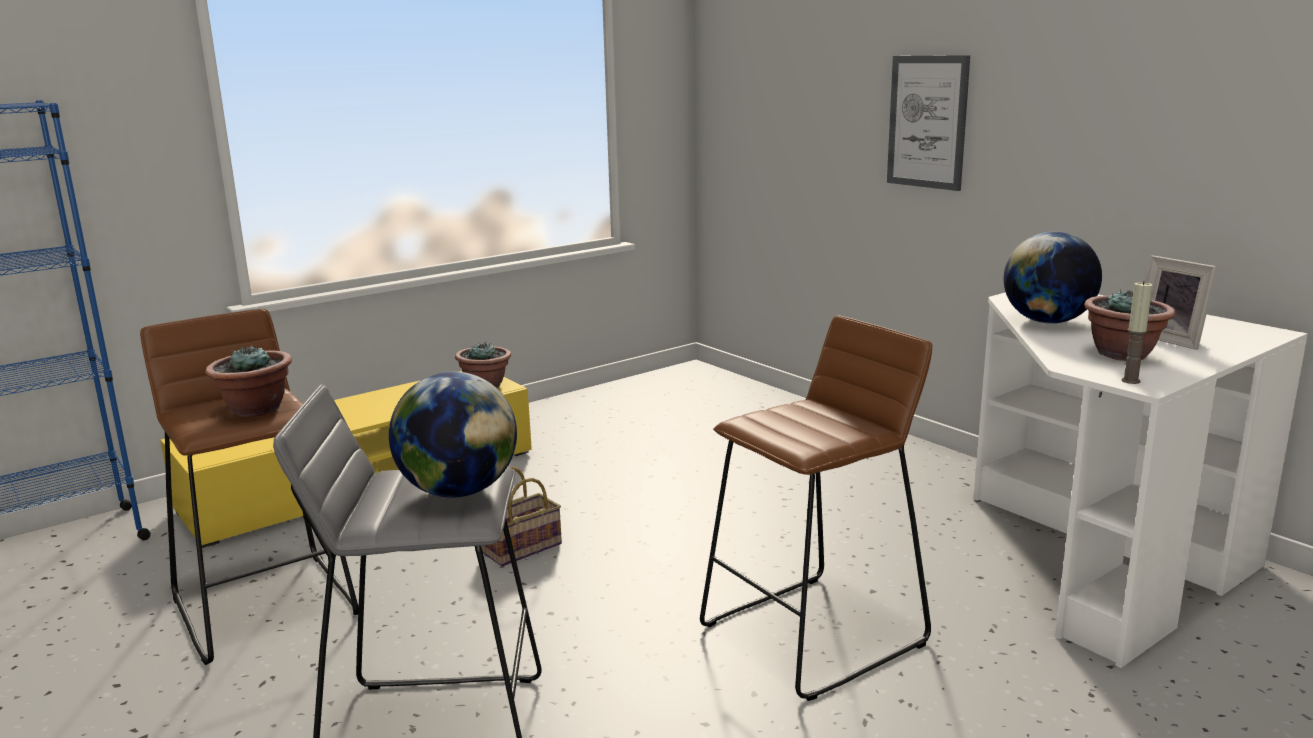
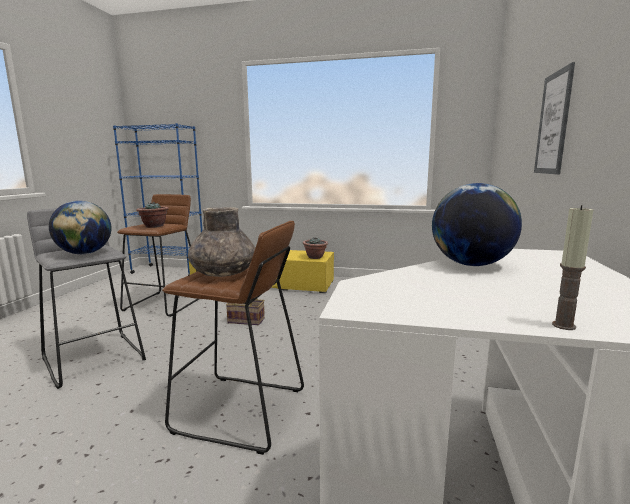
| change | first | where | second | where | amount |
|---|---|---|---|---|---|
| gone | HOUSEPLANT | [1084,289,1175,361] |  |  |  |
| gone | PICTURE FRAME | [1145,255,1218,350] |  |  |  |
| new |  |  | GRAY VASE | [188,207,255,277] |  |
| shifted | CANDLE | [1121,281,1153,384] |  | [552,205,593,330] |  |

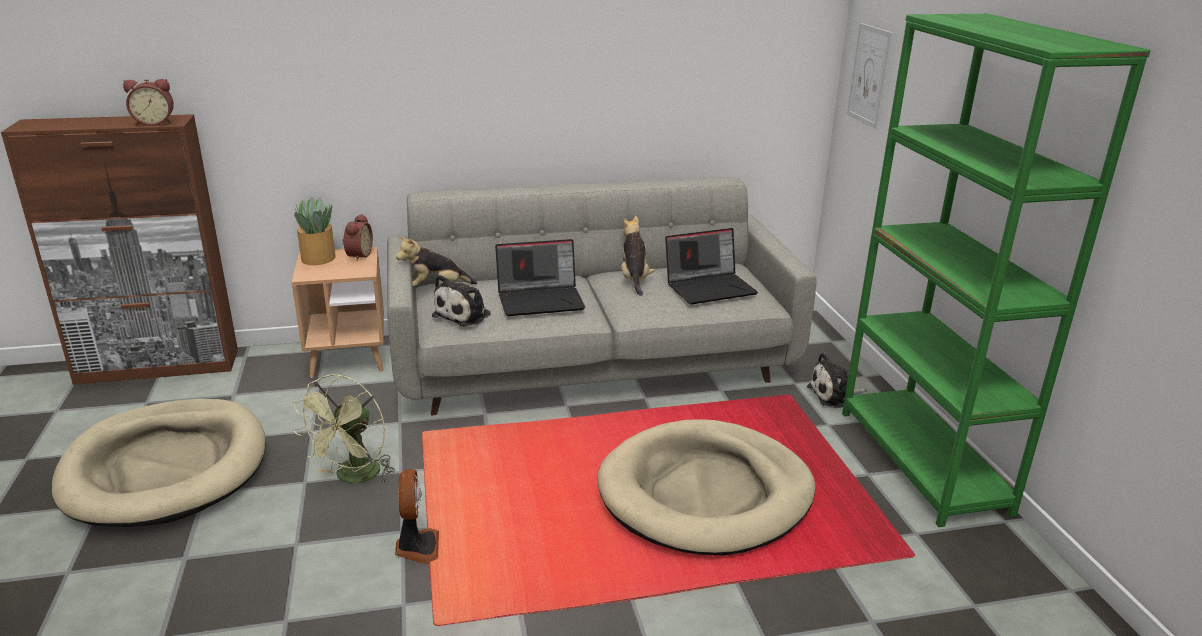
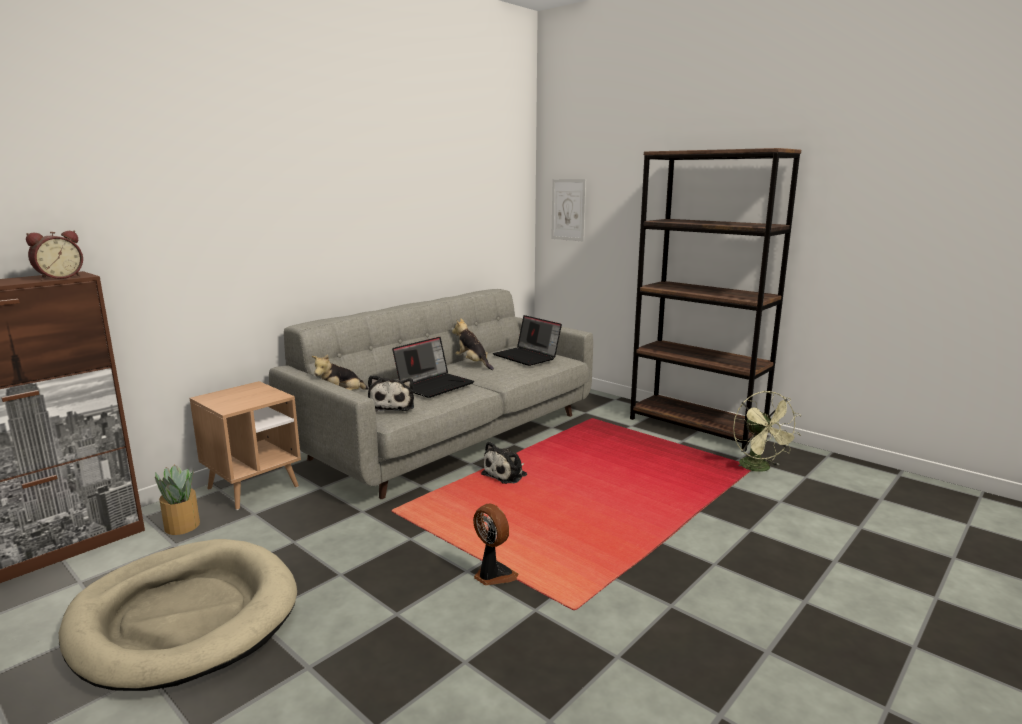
| change | first | where | second | where | amount |
|---|---|---|---|---|---|
| gone | ALARM CLOCK | [342,214,373,261] |  |  |  |
| gone | SAND-COLOURED DOG BED | [597,419,815,556] |  |  |  |
| shifted | HOUSEPLANT | [294,197,335,265] |  | [155,465,200,535] |  |
| shifted | GREEN-COLOURED FAN | [294,374,395,484] |  | [733,391,802,472] |  |
| shifted | CUDDLY TOY | [807,353,867,408] |  | [481,441,527,484] |  |
| repainted | GREEN-COLOURED SHELVING UNIT | [842,14,1151,527] | BROWNISH SHELVING UNIT | [630,148,801,452] |  |
| rotated | PORTABLE COMPUTER | [665,228,758,304] |  | [493,315,562,366] | 105 degrees clockwise |

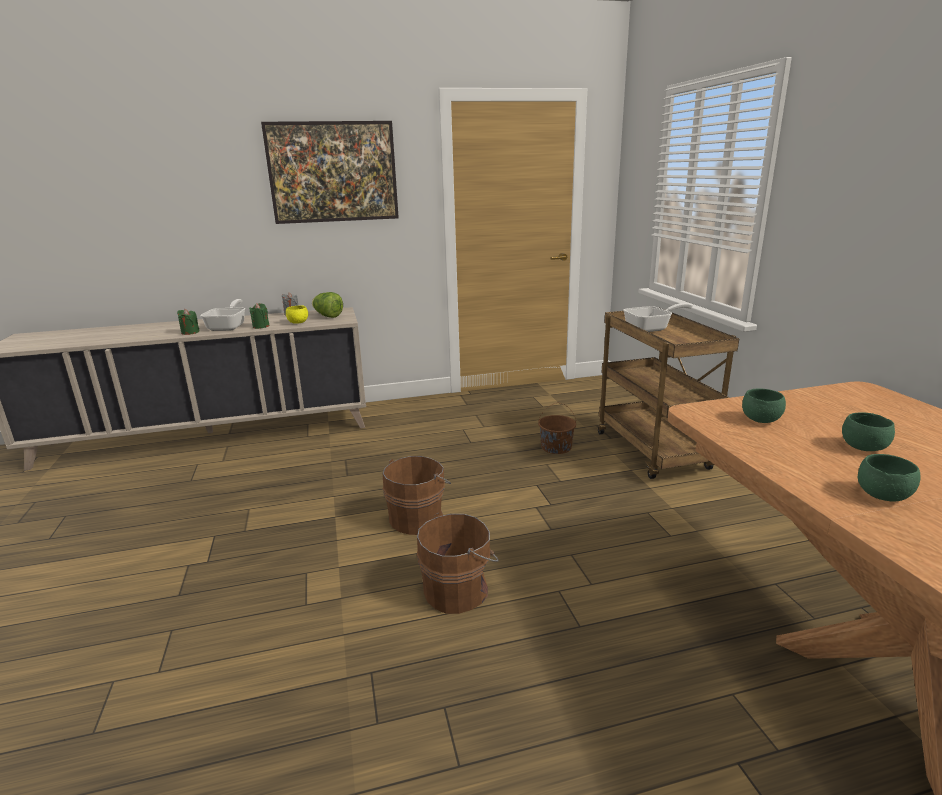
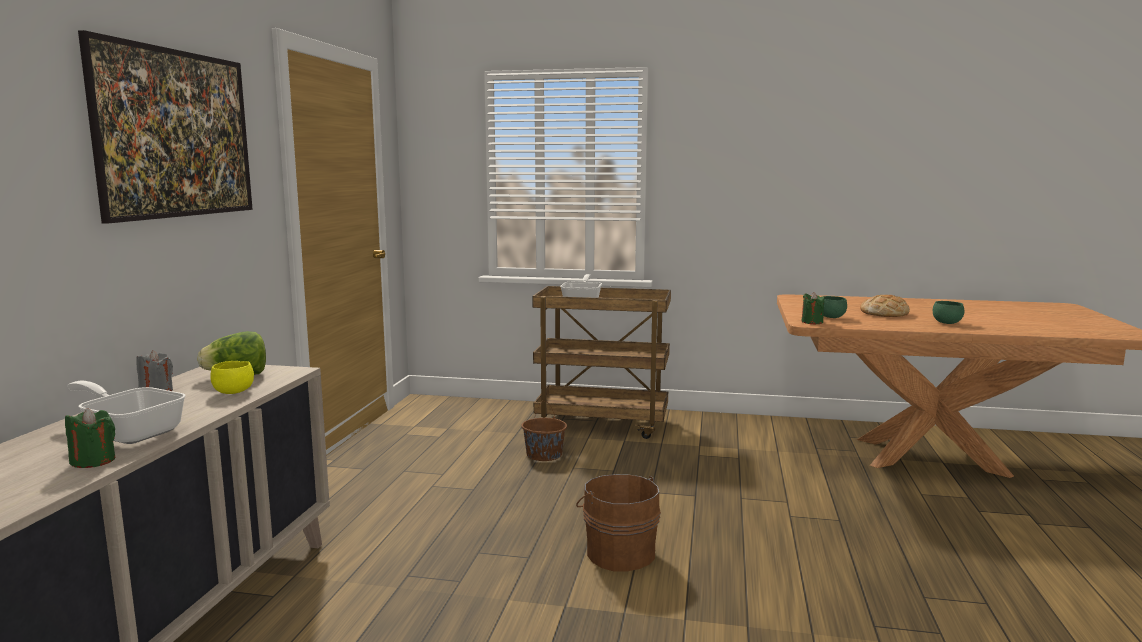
| change | first | where | second | where | amount |
|---|---|---|---|---|---|
| gone | BROWNISH PAIL | [417,513,499,614] |  |  |  |
| shifted | GREEN-COLOURED CANDLE | [249,303,270,329] |  | [801,292,824,324] |  |
| swapped | GREEN-COLOURED DEEP DISH | [842,412,895,451] | BREAD | [860,295,910,317] |  |

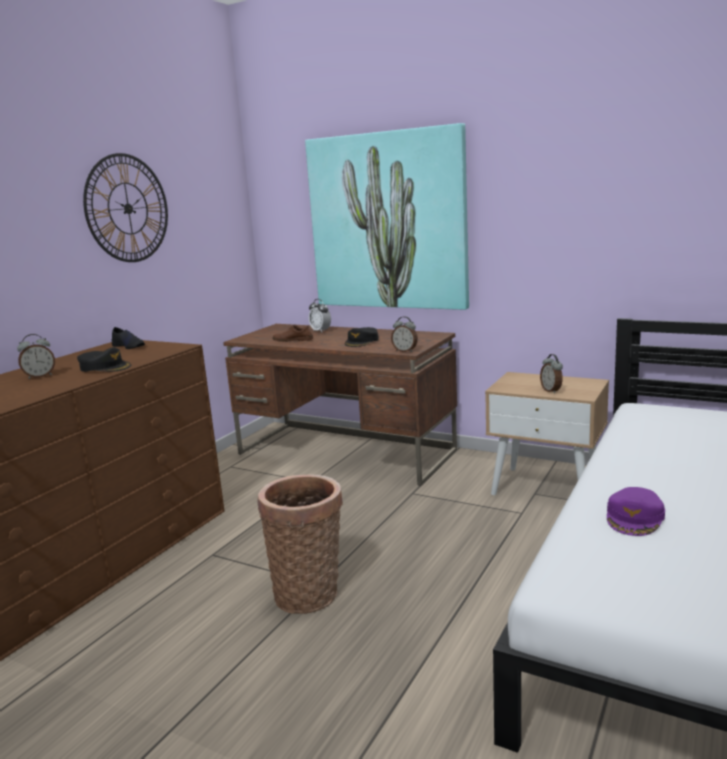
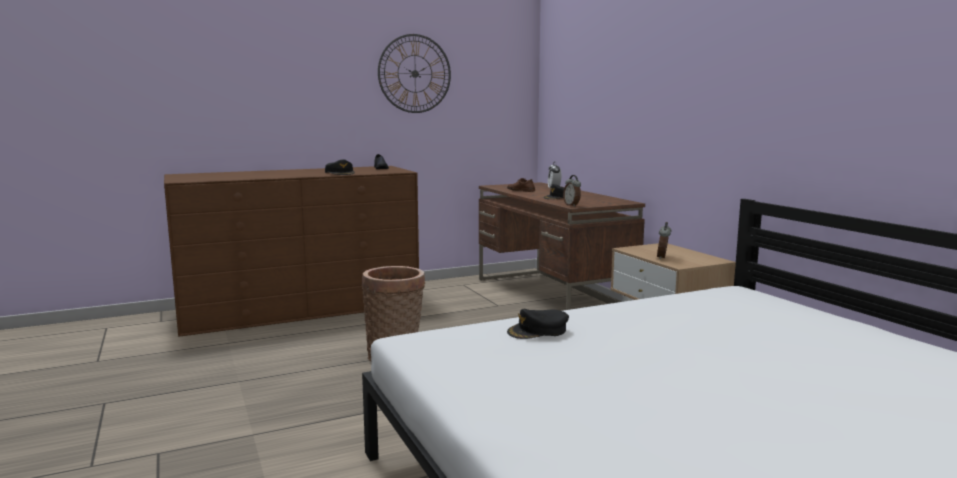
| change | first | where | second | where | amount |
|---|---|---|---|---|---|
| gone | ALARM CLOCK | [17,334,55,379] |  |  |  |
| gone | WALL ART | [305,123,469,310] |  |  |  |
| repainted | PURPLE-COLOURED BASEBALL CAP | [607,487,665,536] | BLACK-COLOURED BASEBALL CAP | [507,309,569,339] |  |

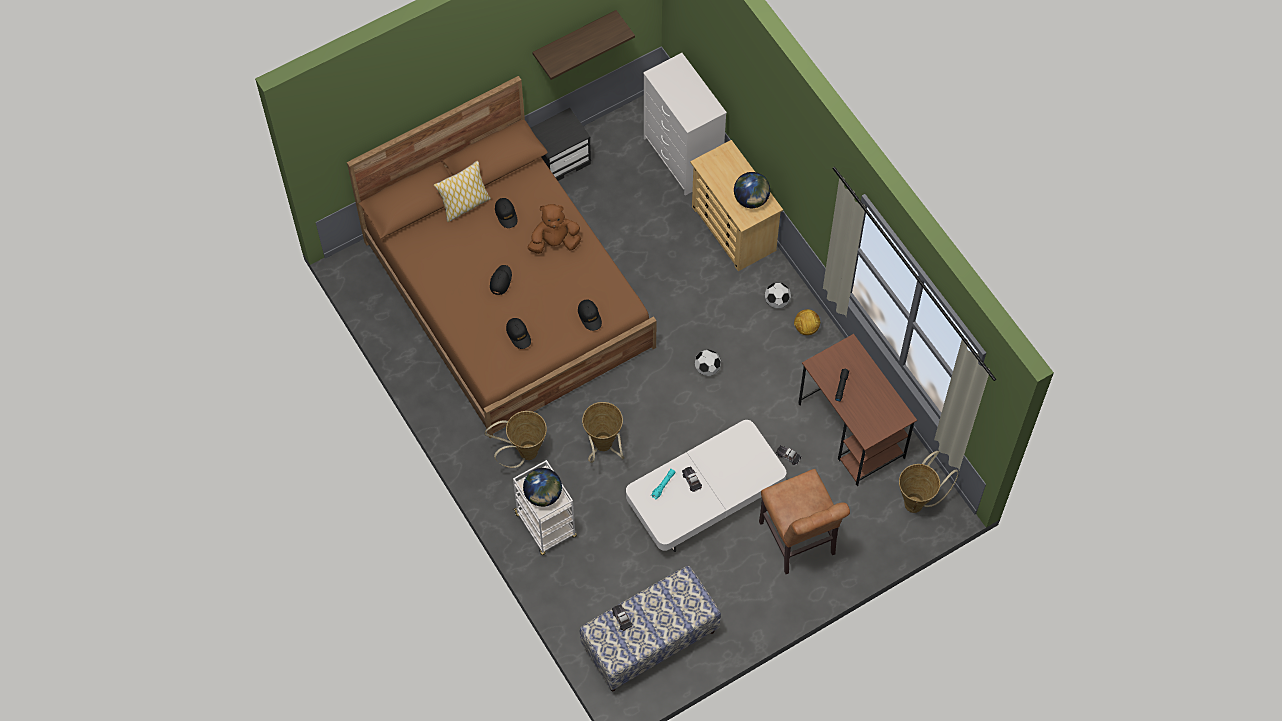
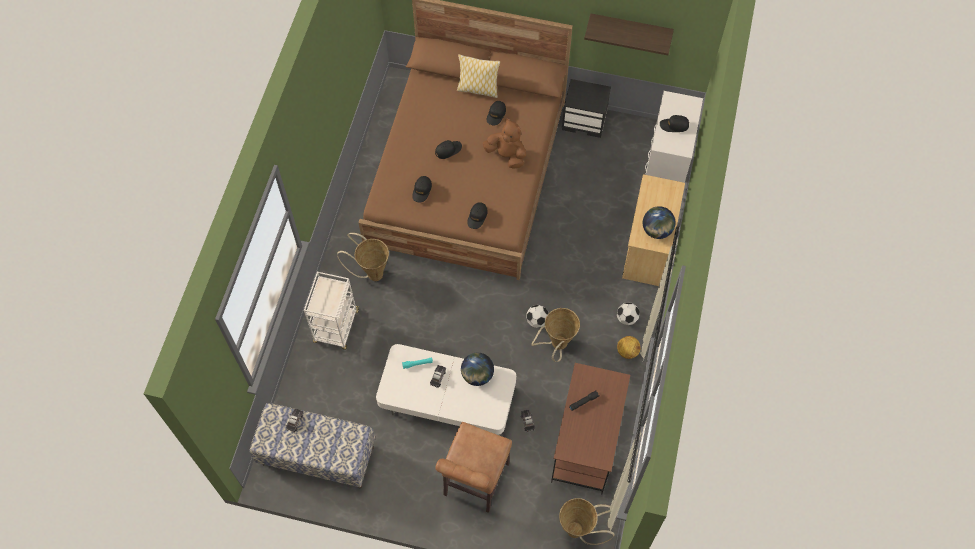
| change | first | where | second | where | amount |
|---|---|---|---|---|---|
| new |  |  | BLACK-COLOURED BASEBALL CAP | [660,115,689,132] |  |
| shifted | GLOBE | [523,468,562,507] |  | [461,353,494,386] |  |
| shifted | BASKET | [582,402,624,463] |  | [531,308,580,362] |  |

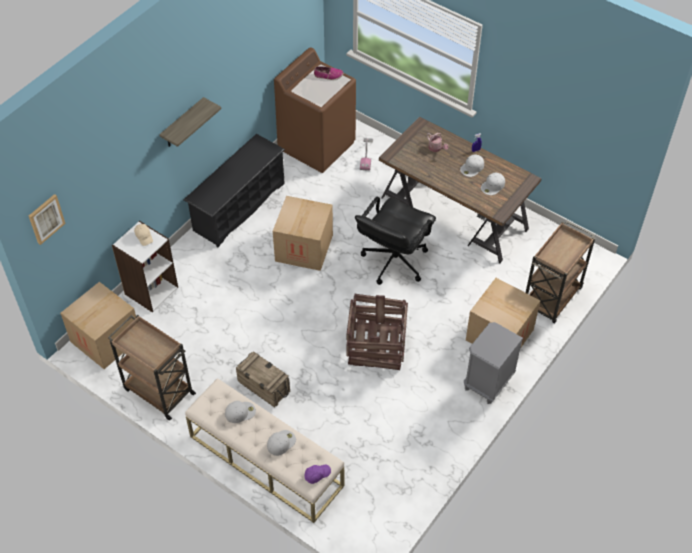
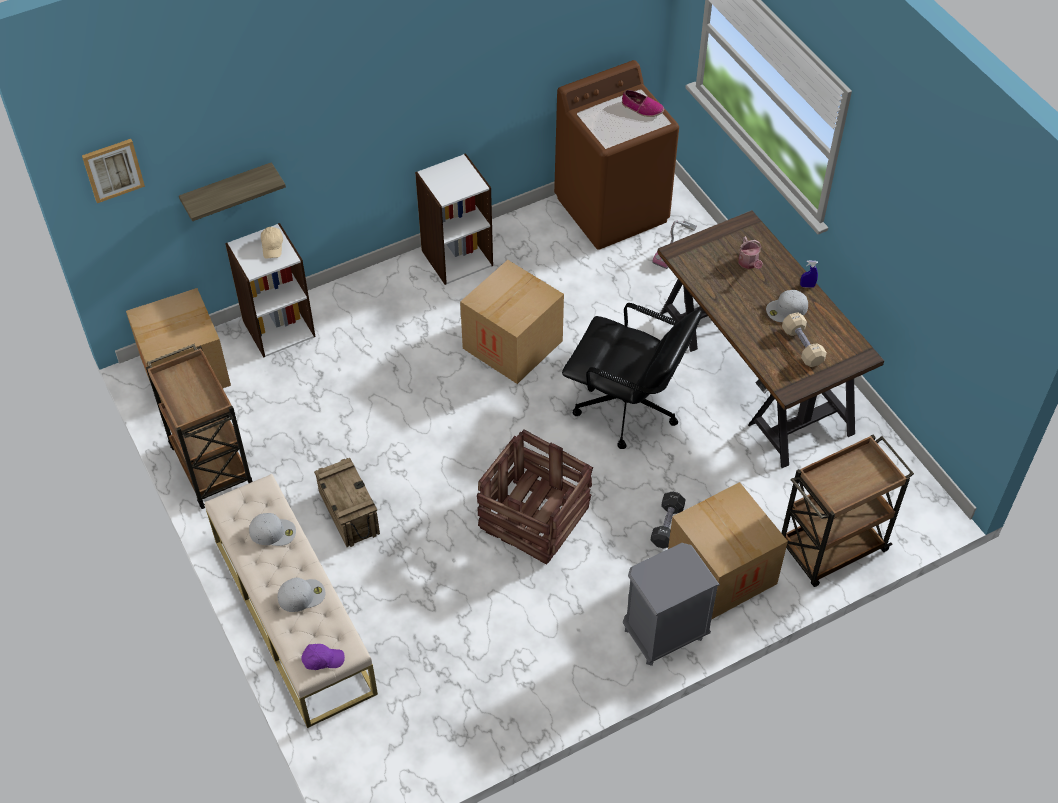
| change | first | where | second | where | amount |
|---|---|---|---|---|---|
| new |  |  | BLACK-COLOURED FREE WEIGHT | [651,492,686,548] |  |
| shifted | SHELF | [159,97,221,147] |  | [179,162,286,221] |  |
| swapped | BLACK-COLOURED SHOE SHELF | [183,134,285,247] | WHITE-COLOURED SHELVING UNIT | [415,153,493,285] |  |
| swapped | WHITE-COLOURED BASEBALL CAP | [481,173,505,195] | SAND-COLOURED FREE WEIGHT | [782,313,827,367] |  |
| rotated | BLACK-COLOURED COMPUTER CHAIR | [355,197,436,285] |  | [562,303,702,449] | 120 degrees counterclockwise |

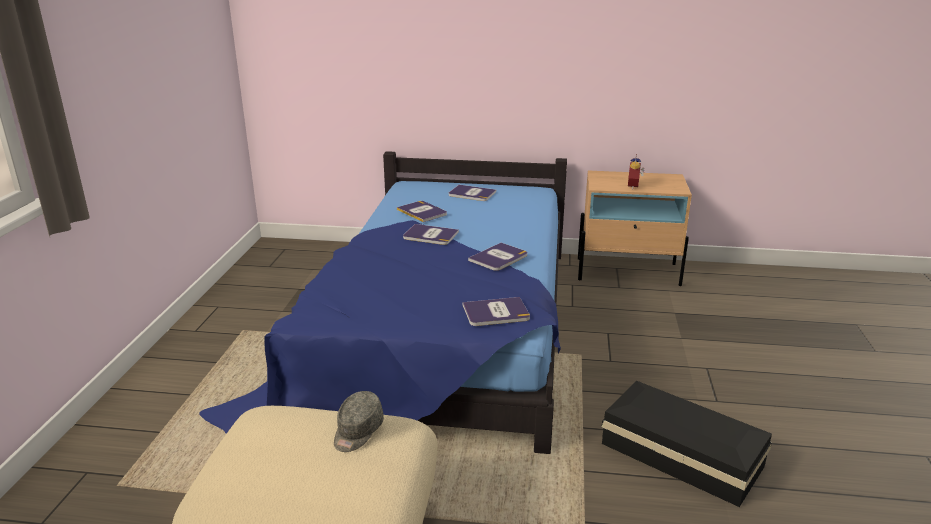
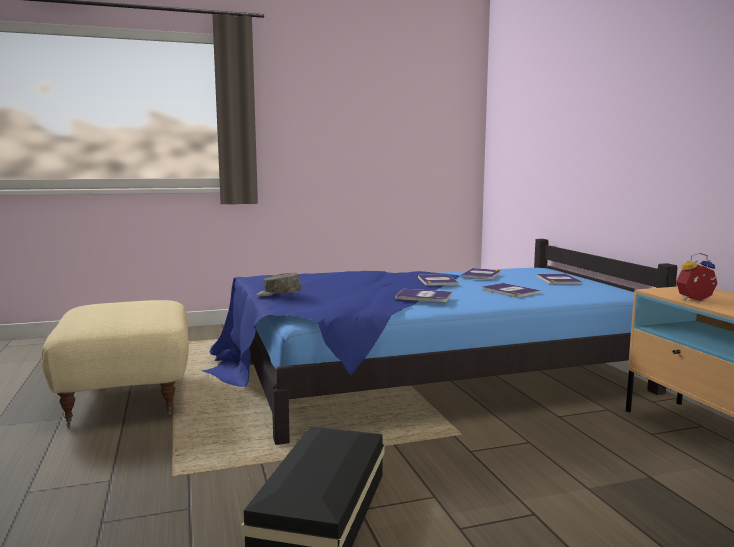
| change | first | where | second | where | amount |
|---|---|---|---|---|---|
| shifted | GRAY BASEBALL CAP | [334,391,384,452] |  | [256,273,301,296] |  |
| shifted | VOLUME | [463,297,530,326] |  | [482,283,541,298] |  |

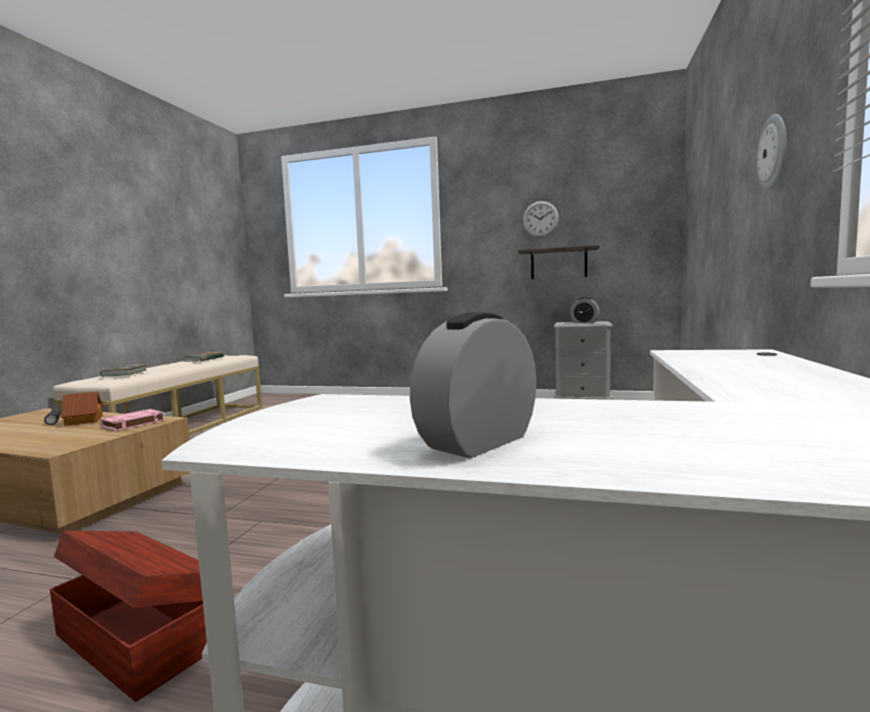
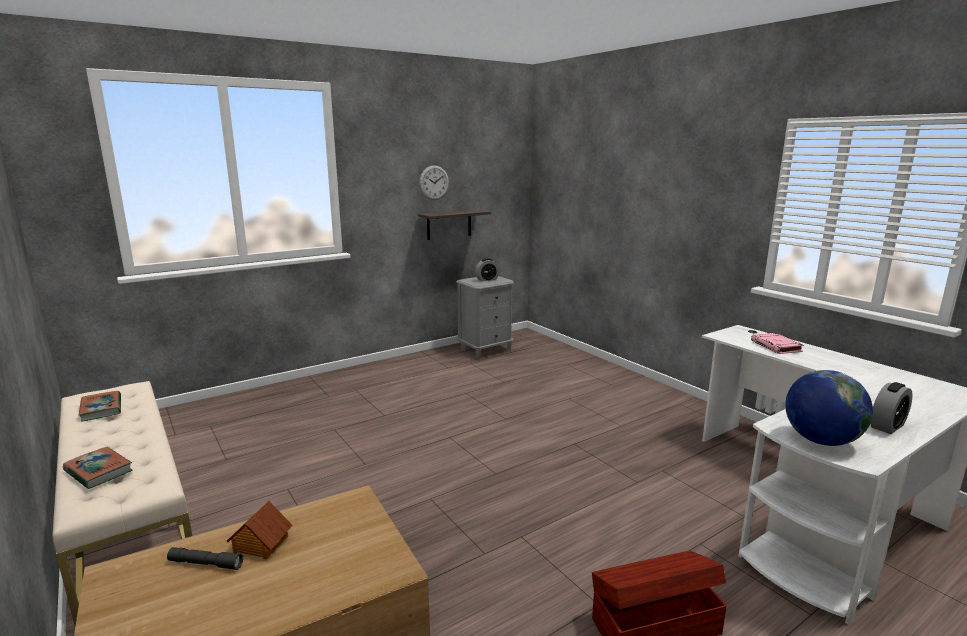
| change | first | where | second | where | amount |
|---|---|---|---|---|---|
| gone | HANGING CLOCK | [757,114,786,190] |  |  |  |
| new |  |  | GLOBE | [785,370,873,446] |  |
| shifted | PINK-COLOURED VOLUME | [100,409,165,431] |  | [751,333,804,354] |  |
| rotated | ALARM CLOCK | [410,312,536,458] |  | [870,382,913,434] | 120 degrees counterclockwise |

